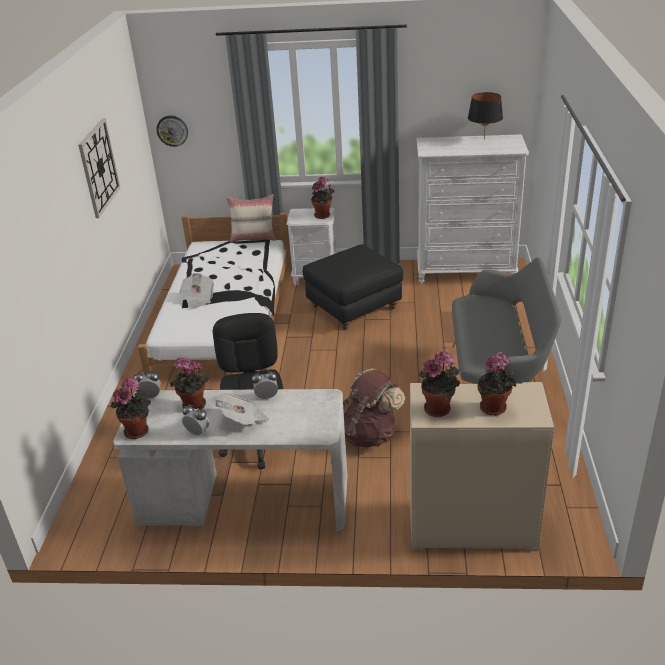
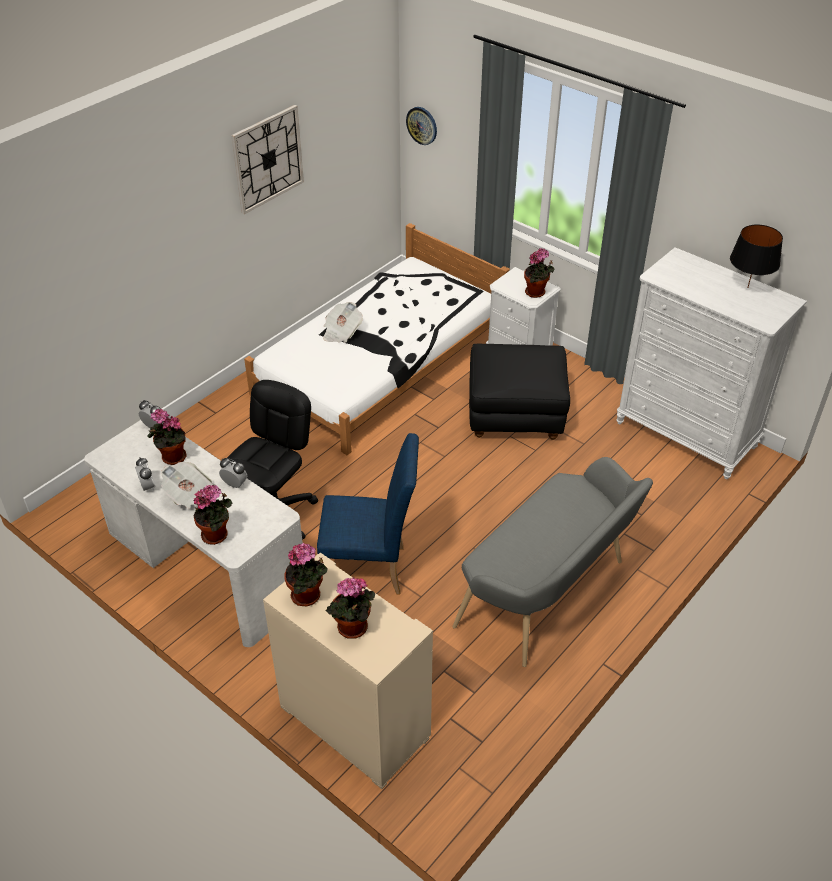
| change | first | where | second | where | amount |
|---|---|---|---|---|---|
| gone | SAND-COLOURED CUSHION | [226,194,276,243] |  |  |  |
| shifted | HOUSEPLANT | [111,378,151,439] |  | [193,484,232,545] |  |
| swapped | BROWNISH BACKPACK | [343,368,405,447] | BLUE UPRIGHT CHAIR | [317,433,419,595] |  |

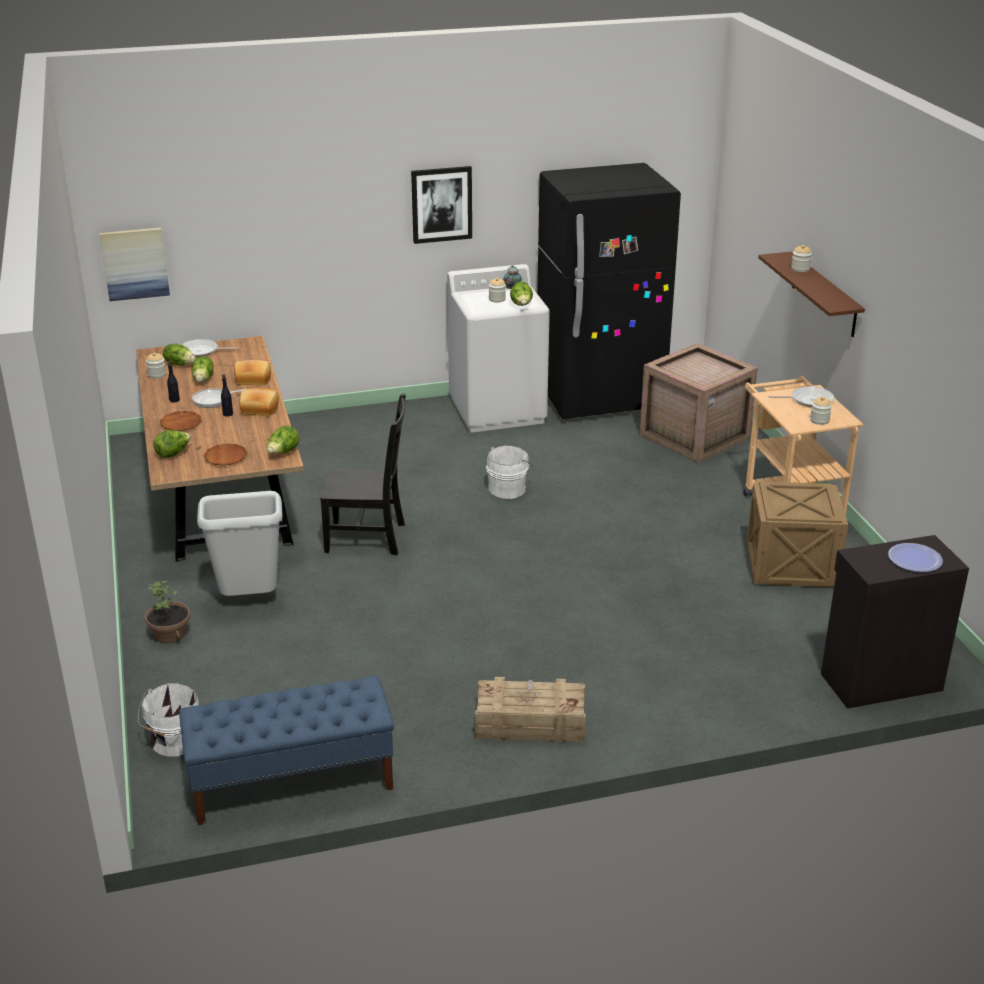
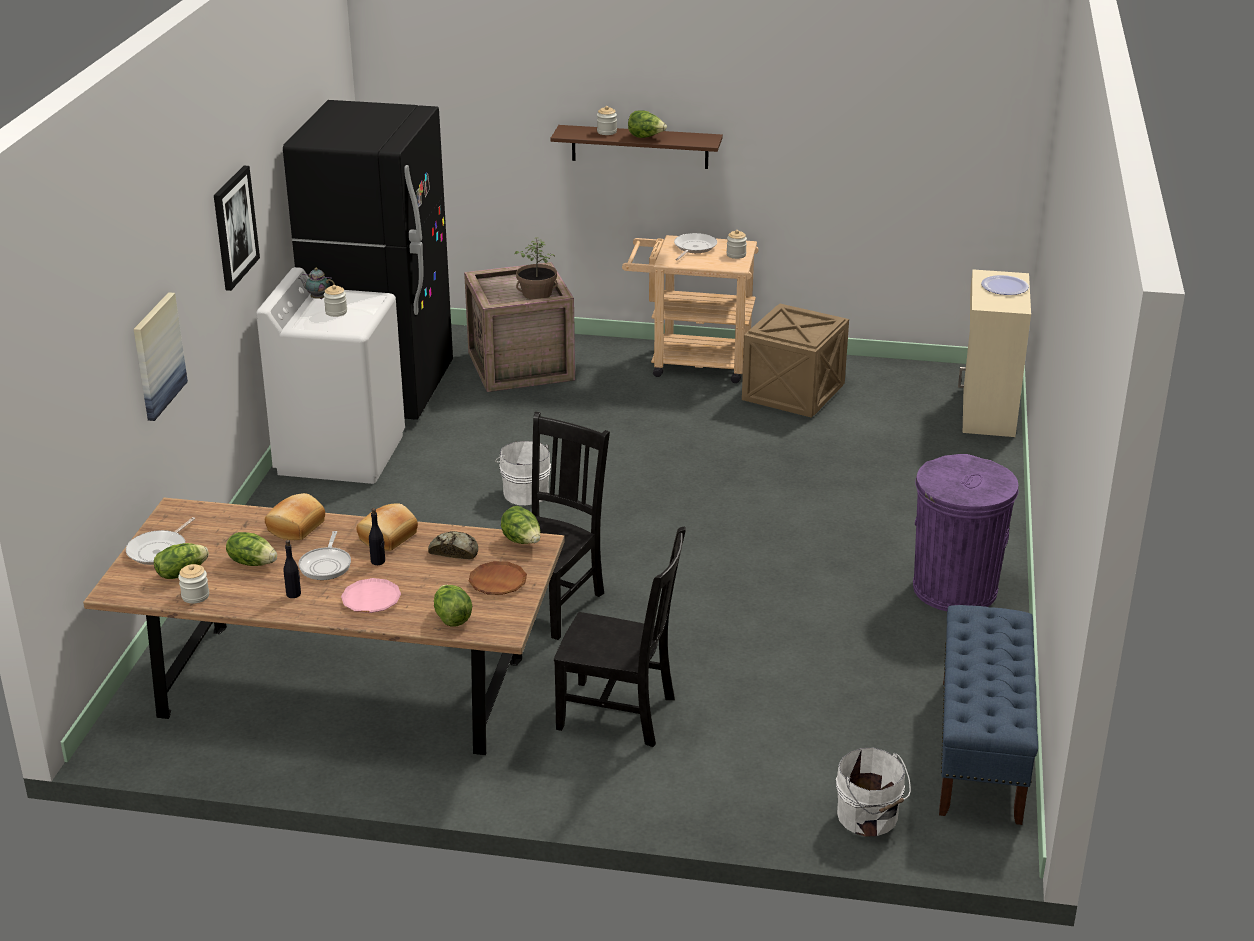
| change | first | where | second | where | amount |
|---|---|---|---|---|---|
| new |  |  | BREAD | [428,531,478,559] |  |
| shifted | WALL ART | [99,228,170,301] |  | [134,292,188,421] |  |
| shifted | HOUSEPLANT | [145,581,190,644] |  | [515,237,558,299] |  |
| shifted | LETTUCE HEAD | [510,281,533,306] |  | [628,110,667,138] |  |
| swapped | GRAY WASTE BIN | [197,491,283,596] | BLACK-COLOURED UPRIGHT CHAIR | [554,527,686,747] |  |
| swapped | CRATE | [475,677,586,742] | PURPLE-COLOURED WASTE BIN | [913,454,1019,611] |  |
| repainted | BROWNISH FLAT DISH | [160,411,202,431] | PINK-COLOURED FLAT DISH | [341,578,401,613] |  |
| repainted | BLACK-COLOURED CUPBOARD | [821,535,969,709] | SAND-COLOURED CUPBOARD | [958,269,1031,437] |  |

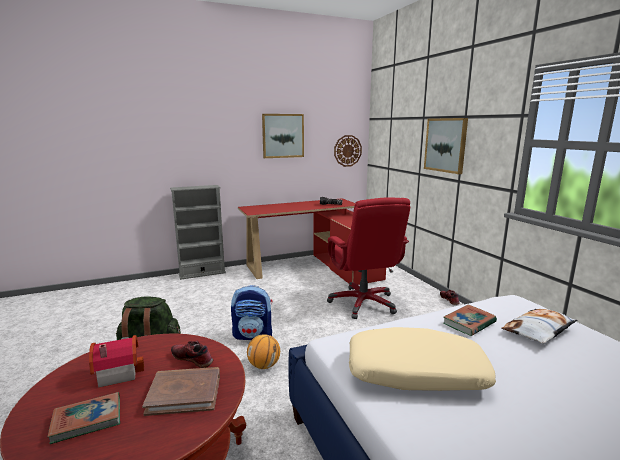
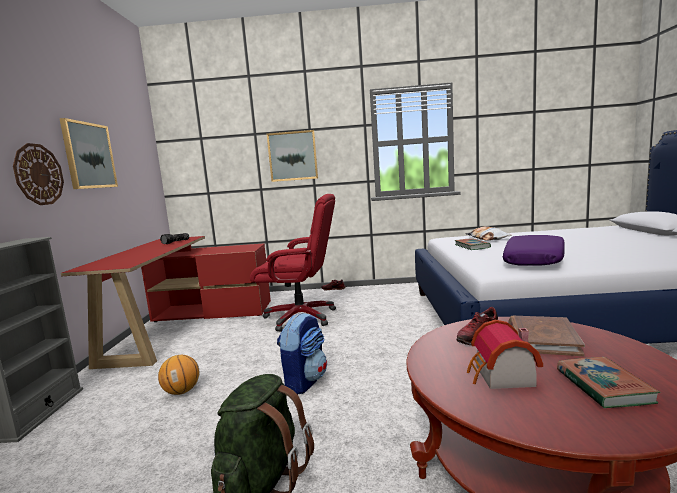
| change | first | where | second | where | amount |
|---|---|---|---|---|---|
| shifted | BASKETBALL | [247,334,280,369] |  | [158,355,200,395] |  |
| shifted | HANGING CLOCK | [334,135,362,167] |  | [13,143,64,205] |  |
| repainted | SAND-COLOURED CUSHION | [349,327,496,391] | PURPLE-COLOURED CUSHION | [503,235,565,266] |  |

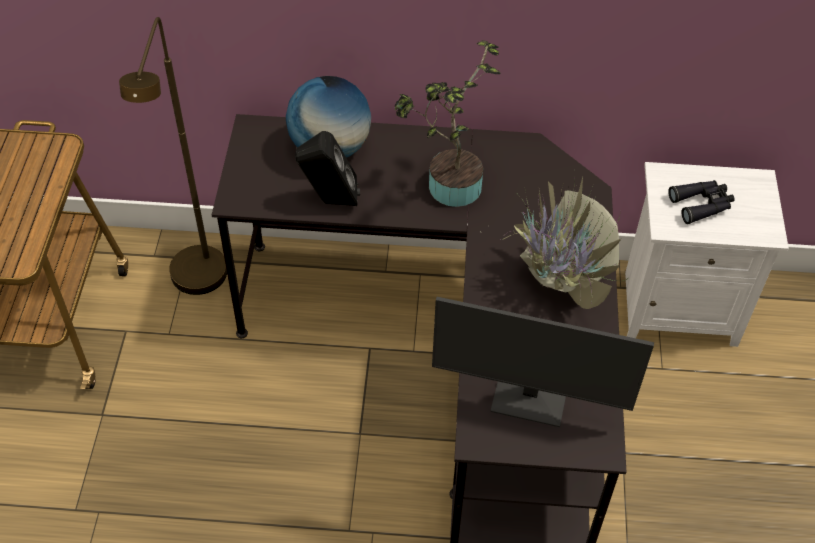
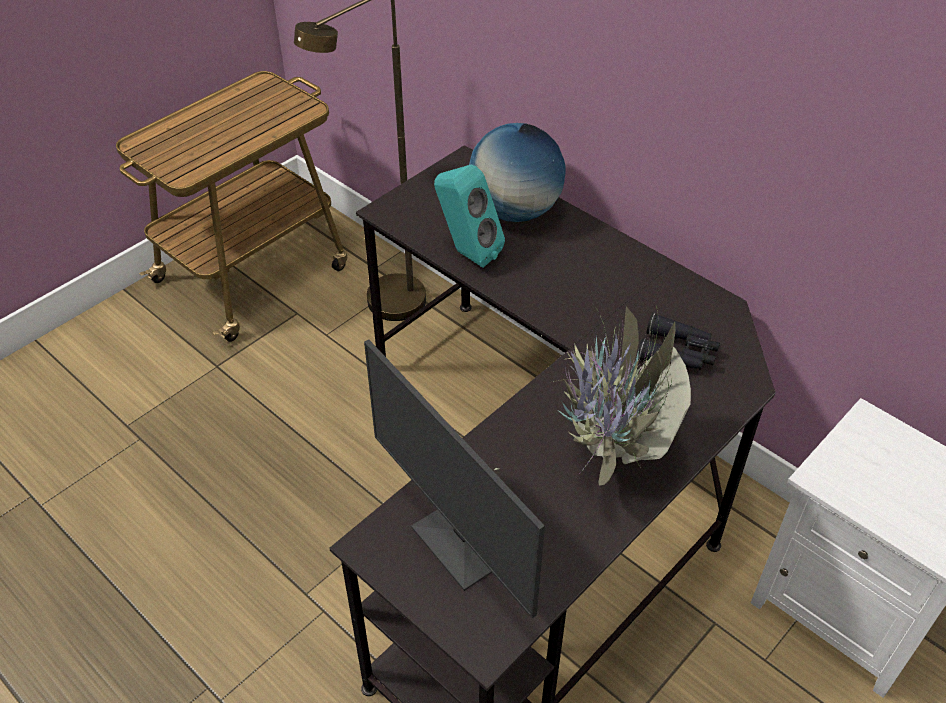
| change | first | where | second | where | amount |
|---|---|---|---|---|---|
| gone | HOUSEPLANT | [395,40,501,207] |  |  |  |
| shifted | BLACK-COLOURED BINOCULARS | [668,180,735,224] |  | [638,313,720,370] |  |
| repainted | BLACK-COLOURED AUDIO SPEAKER | [295,131,360,206] | BLUE-GREEN AUDIO SPEAKER | [434,164,505,268] |  |

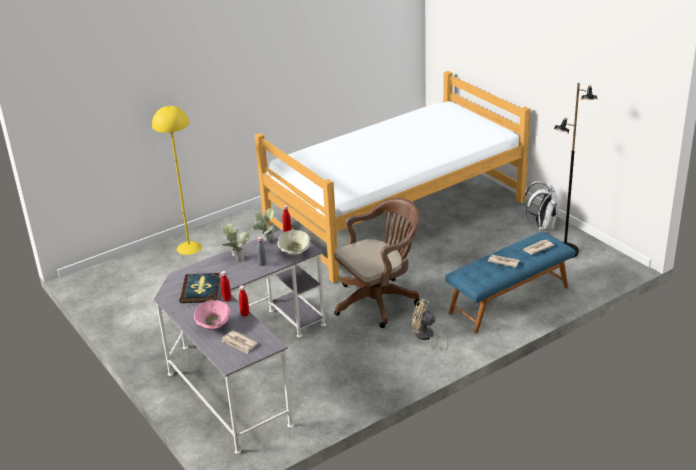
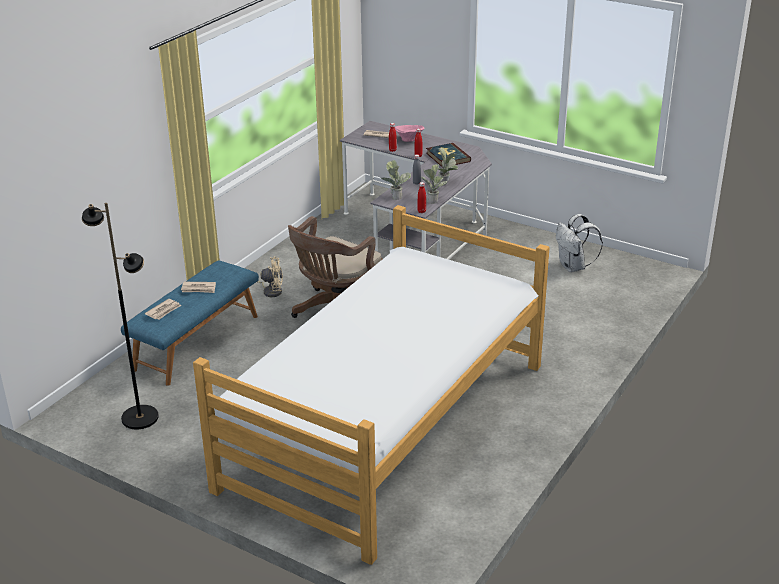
| change | first | where | second | where | amount |
|---|---|---|---|---|---|
| gone | YELLOW-COLOURED STANDING LAMP | [152,106,202,255] |  |  |  |
| shifted | WHITE-COLOURED BACKPACK | [524,181,559,231] |  | [556,214,603,272] |  |
| swapped | SAND-COLOURED DEEP DISH | [277,230,310,256] | HOUSEPLANT | [381,160,411,200] |  |

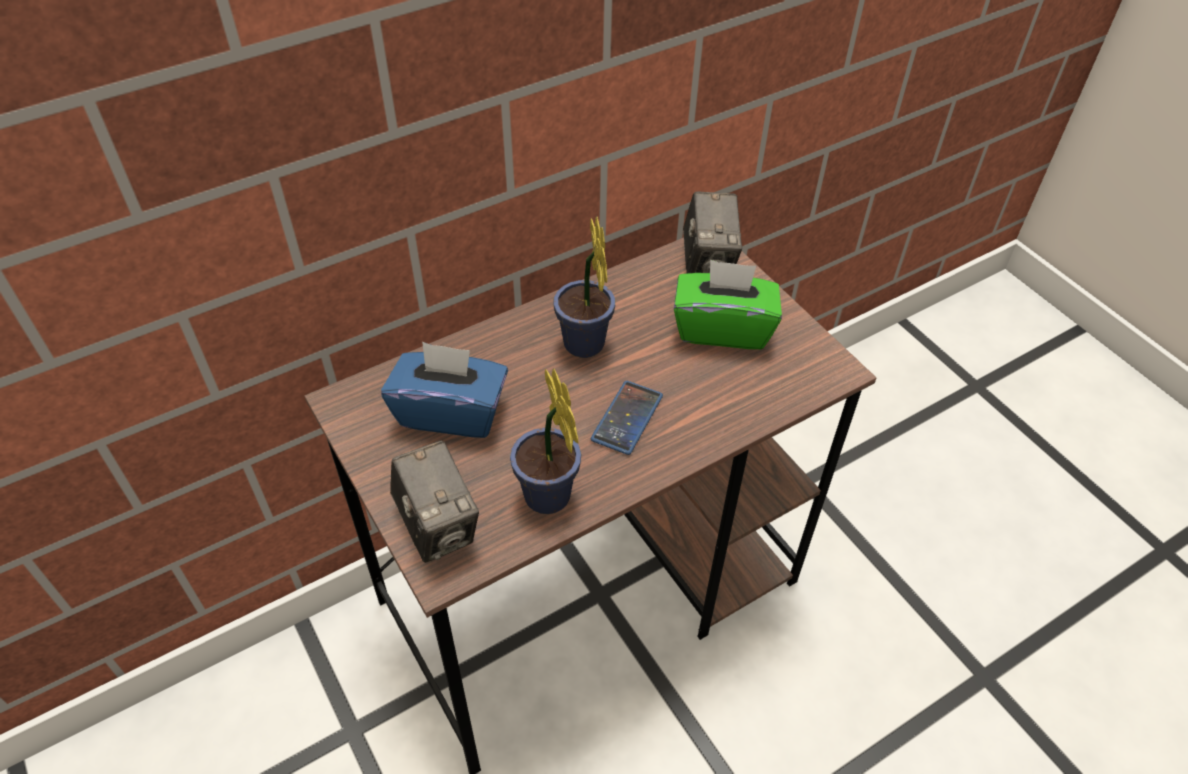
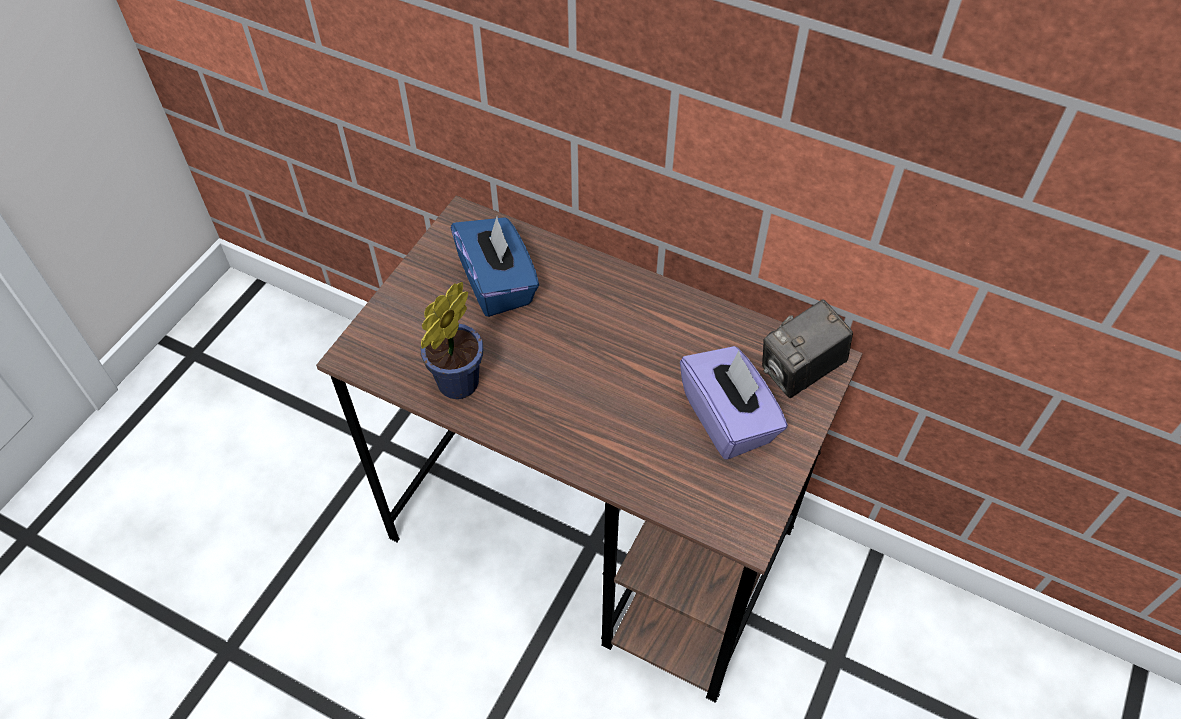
| change | first | where | second | where | amount |
|---|---|---|---|---|---|
| gone | PHOTO CAMERA | [390,440,479,563] |  |  |  |
| gone | HOUSEPLANT | [553,216,615,358] |  |  |  |
| gone | TELEPHONE | [591,381,663,455] |  |  |  |
| repainted | GREEN-COLOURED BOX OF TISSUES | [674,260,782,349] | PURPLE-COLOURED BOX OF TISSUES | [680,346,788,460] |  |

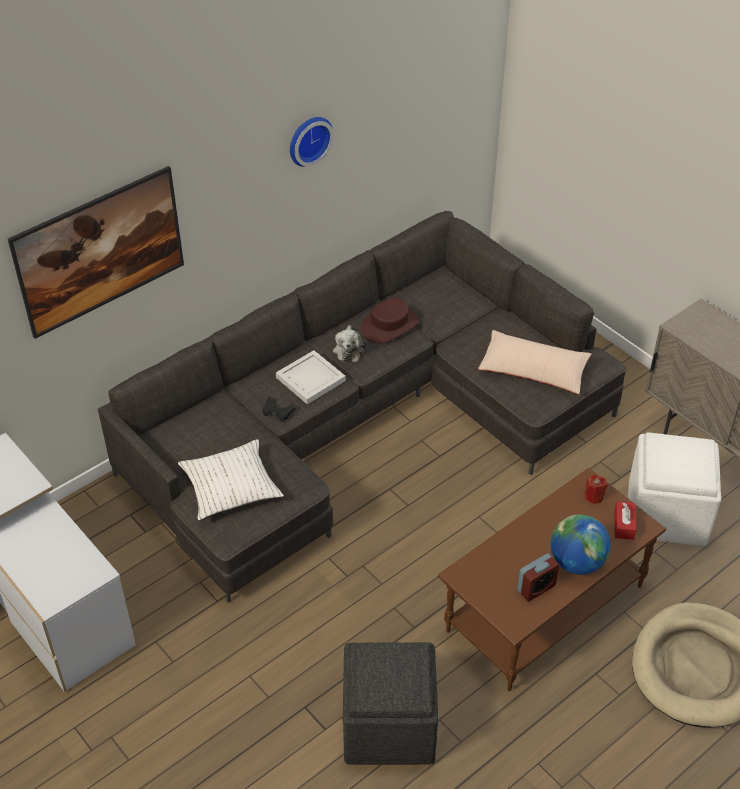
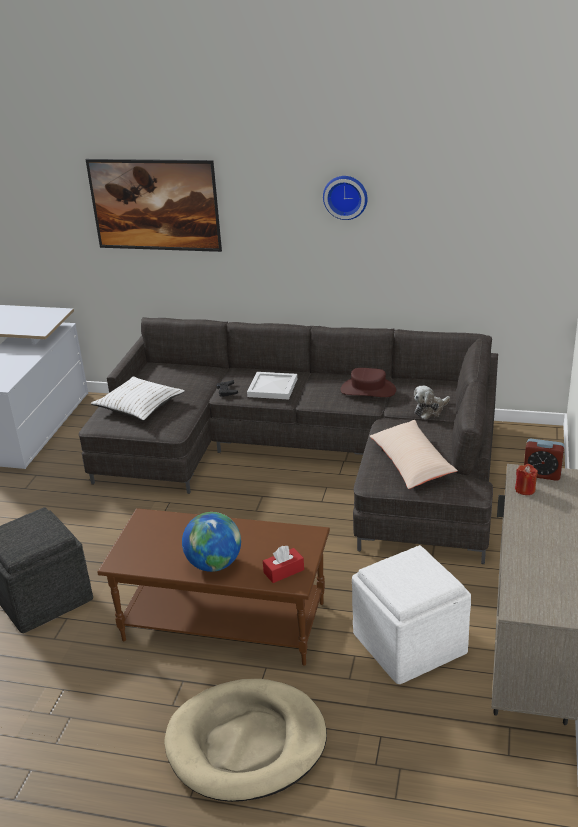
| change | first | where | second | where | amount |
|---|---|---|---|---|---|
| shifted | CUDDLY TOY | [333,325,366,362] |  | [414,386,450,419] |  |
| shifted | ALARM CLOCK | [517,553,559,601] |  | [524,439,564,481] |  |
| shifted | RED-COLOURED CANDLE | [584,475,608,504] |  | [515,464,538,495] |  |

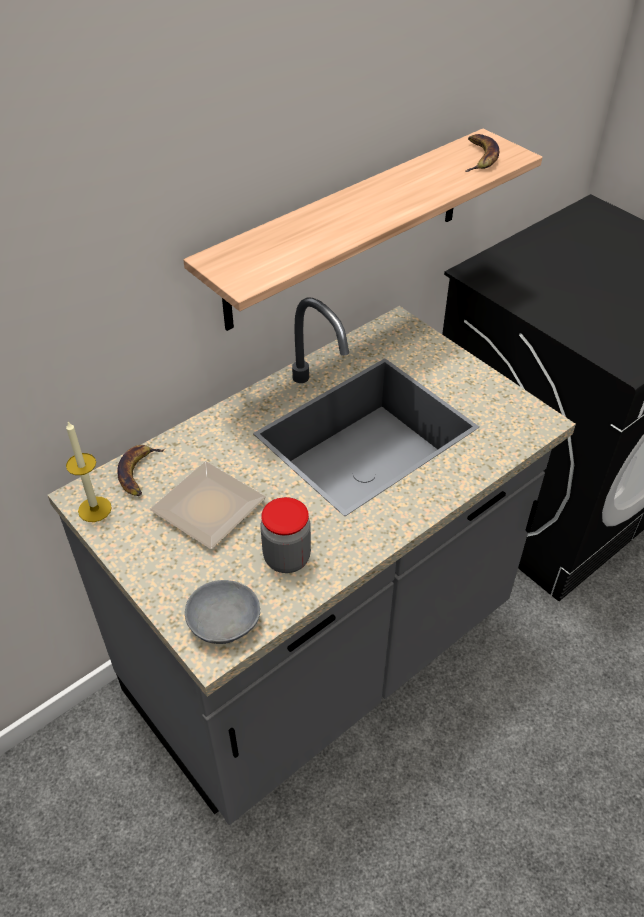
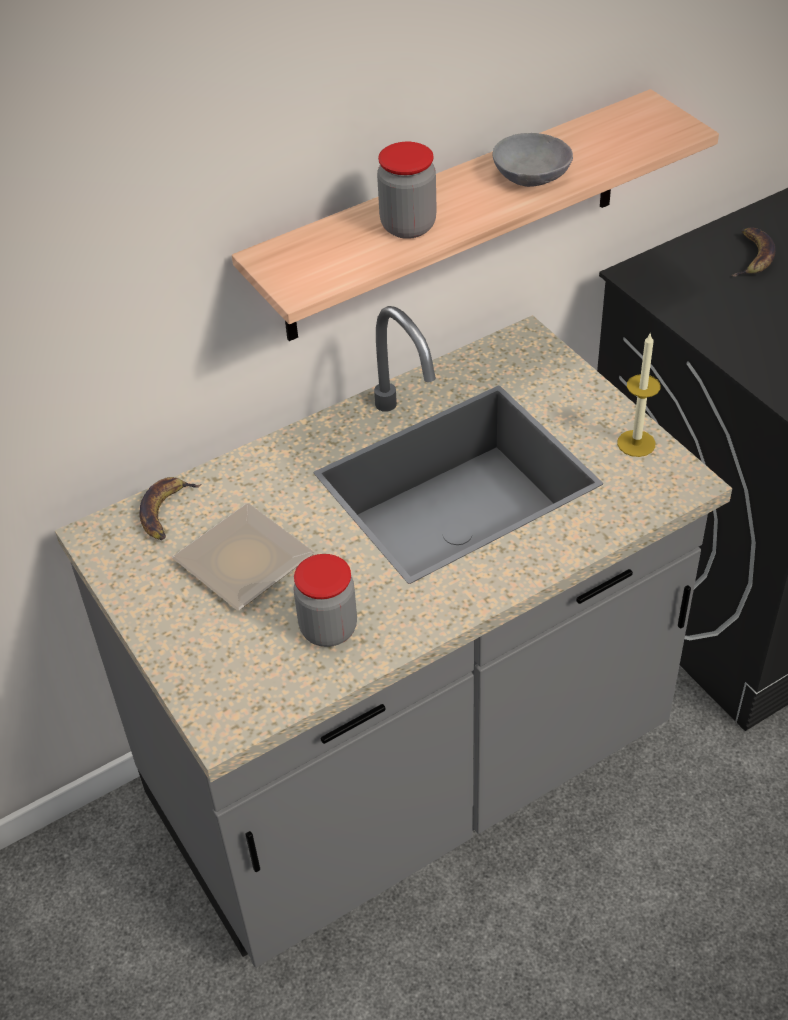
| change | first | where | second | where | amount |
|---|---|---|---|---|---|
| new |  |  | STORAGE JAR | [377,142,437,239] |  |
| shifted | CANDLE | [66,421,112,522] |  | [617,332,661,457] |  |
| shifted | GRAY DEEP DISH | [185,580,260,644] |  | [492,133,573,187] |  |
| shifted | BANANA | [465,134,499,172] |  | [732,227,776,277] |  |

